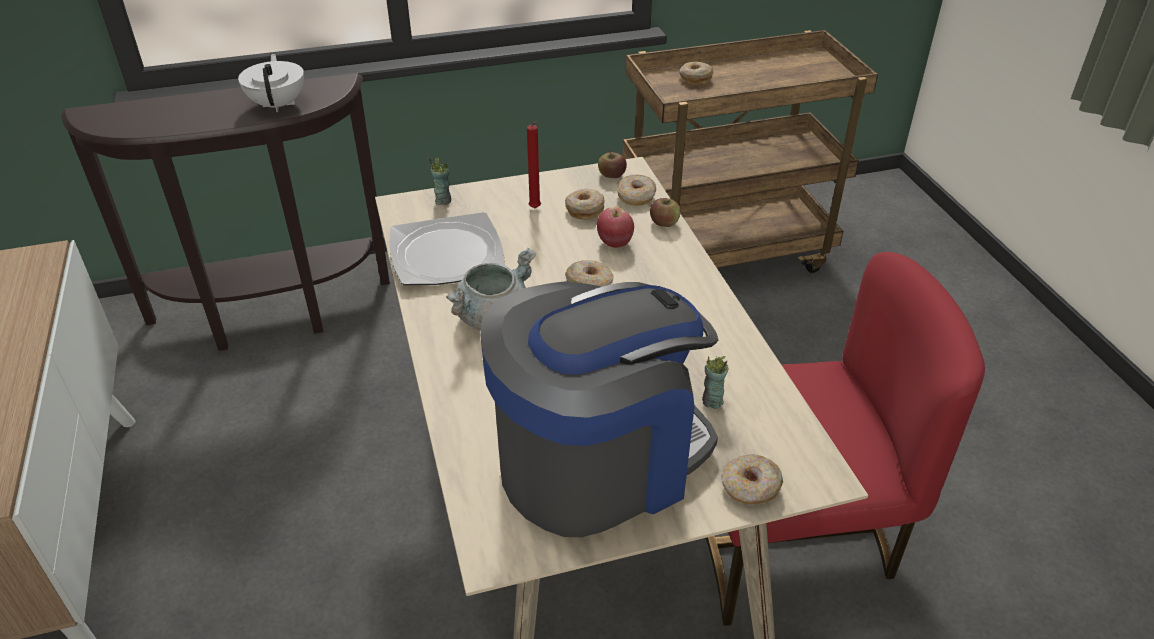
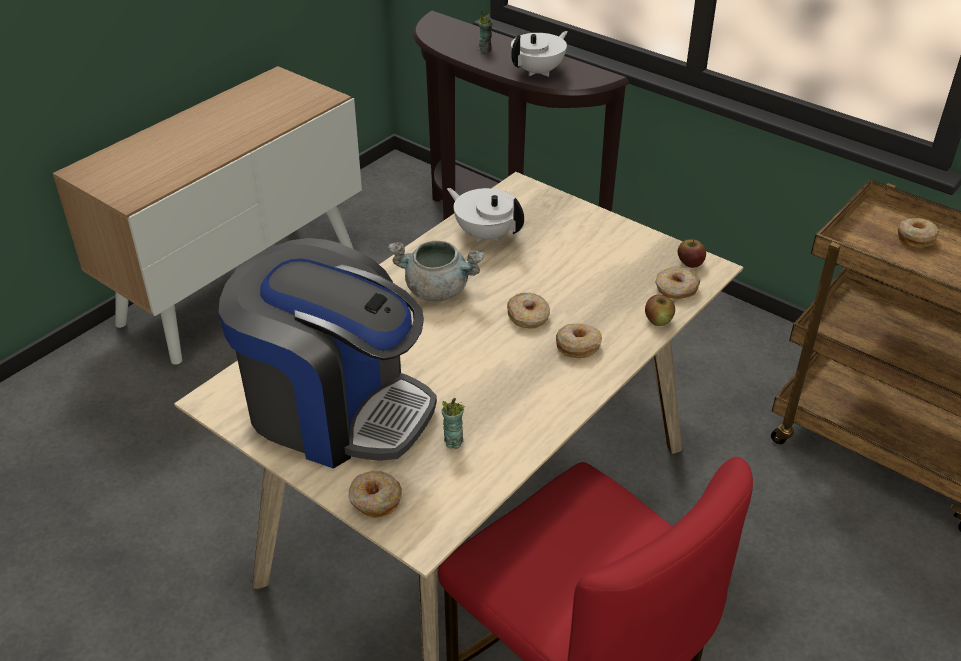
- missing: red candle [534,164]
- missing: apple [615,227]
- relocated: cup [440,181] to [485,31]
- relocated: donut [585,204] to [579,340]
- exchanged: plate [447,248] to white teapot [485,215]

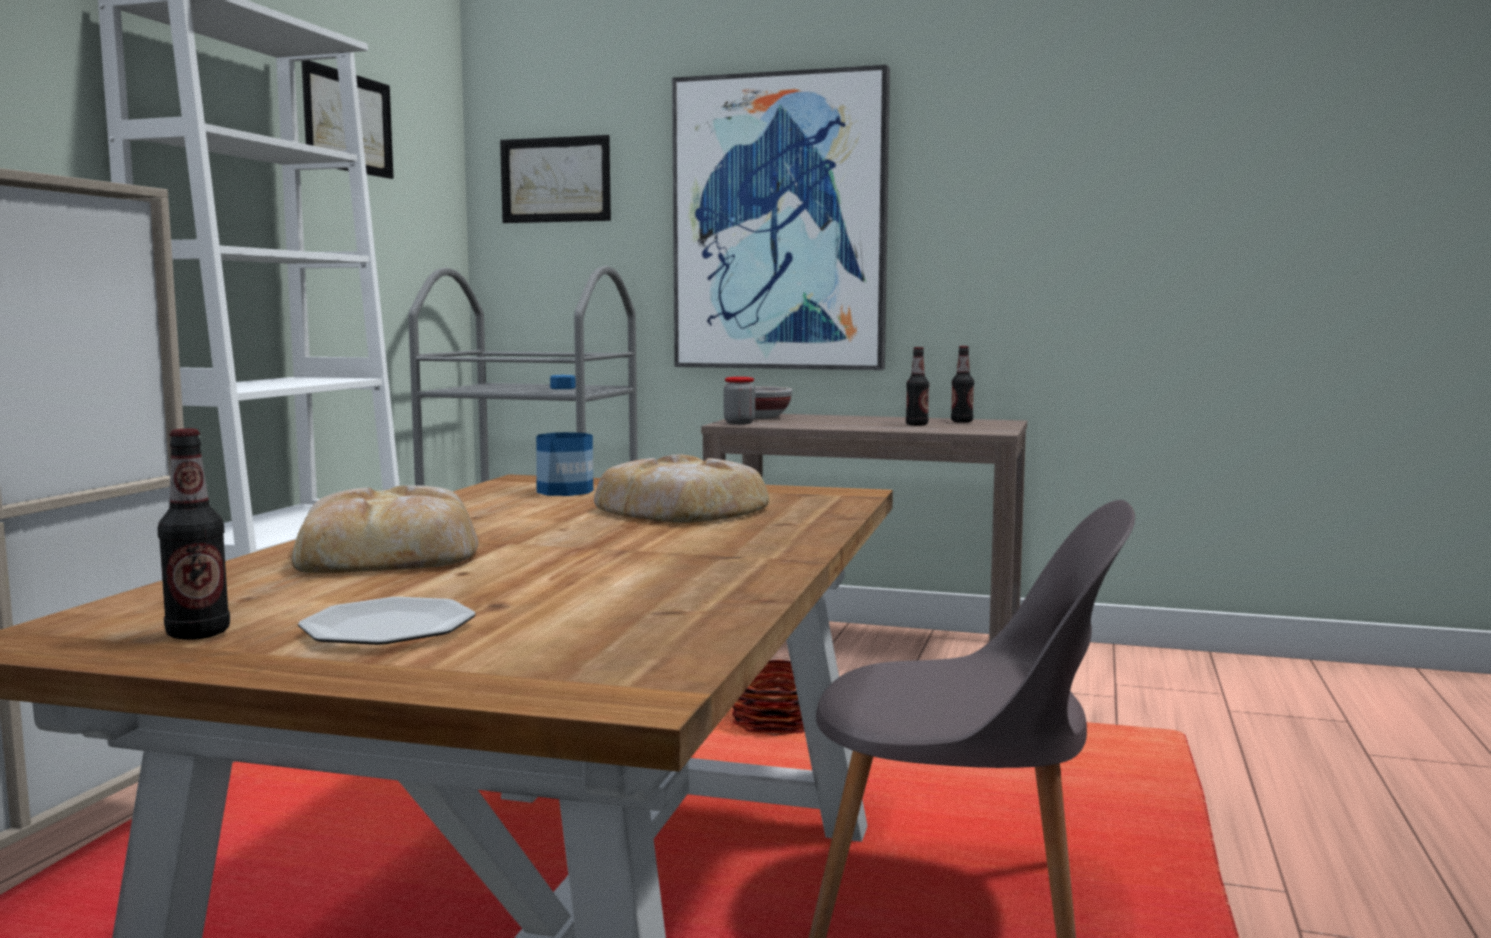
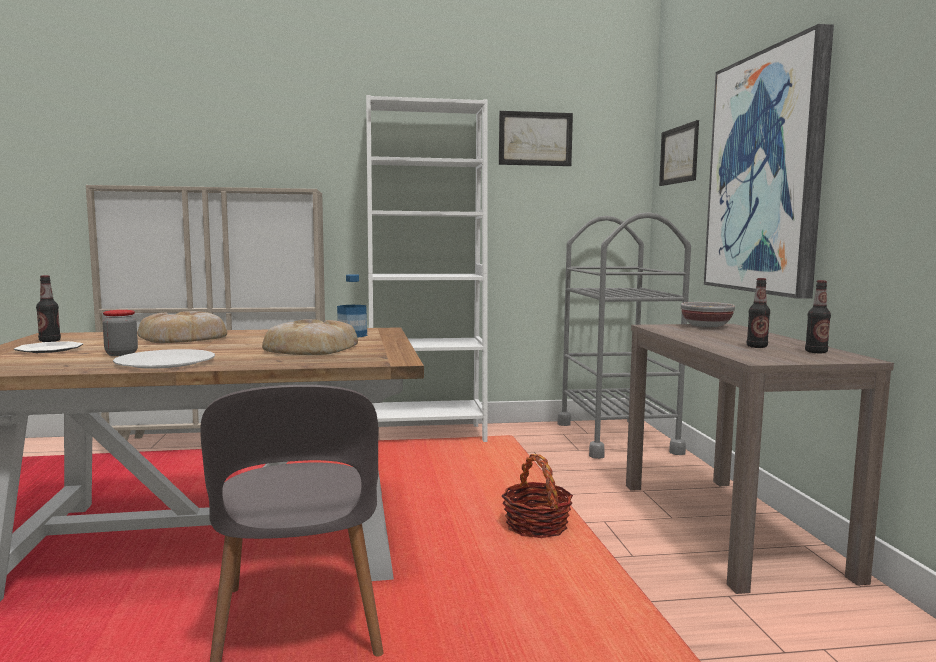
- appeared: white plate [164,359]
- relocated: jar [739,400] to [120,333]

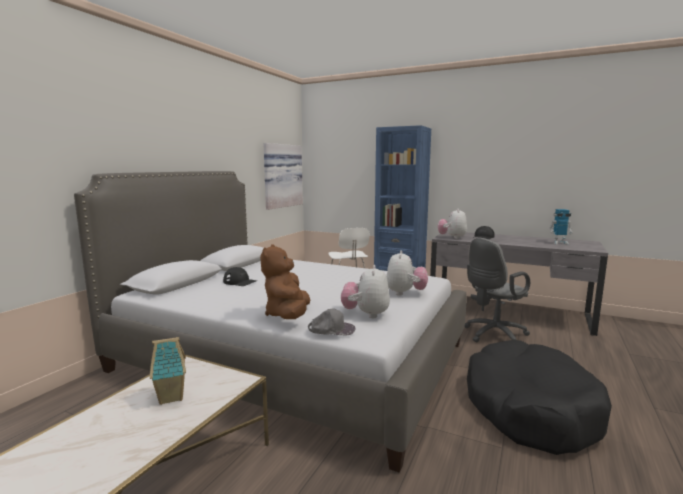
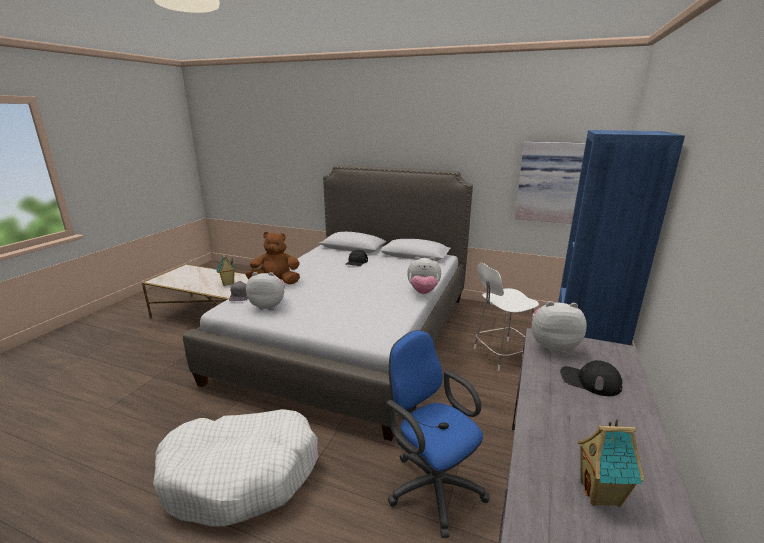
- relocated: plush toy [407,273] to [424,275]
- exchanged: toy robot [561,227] to toy house [611,463]
- colour: grey office chair [497,290] to blue office chair [438,434]
- colour: black dog bed [539,397] to white dog bed [235,468]

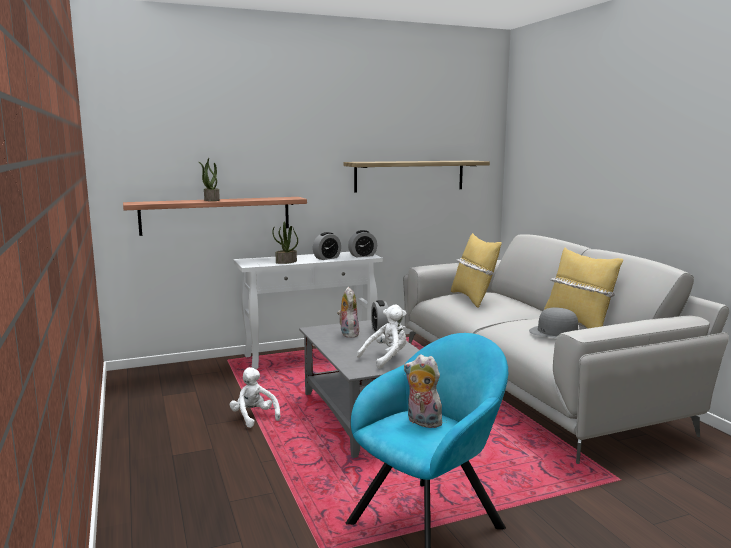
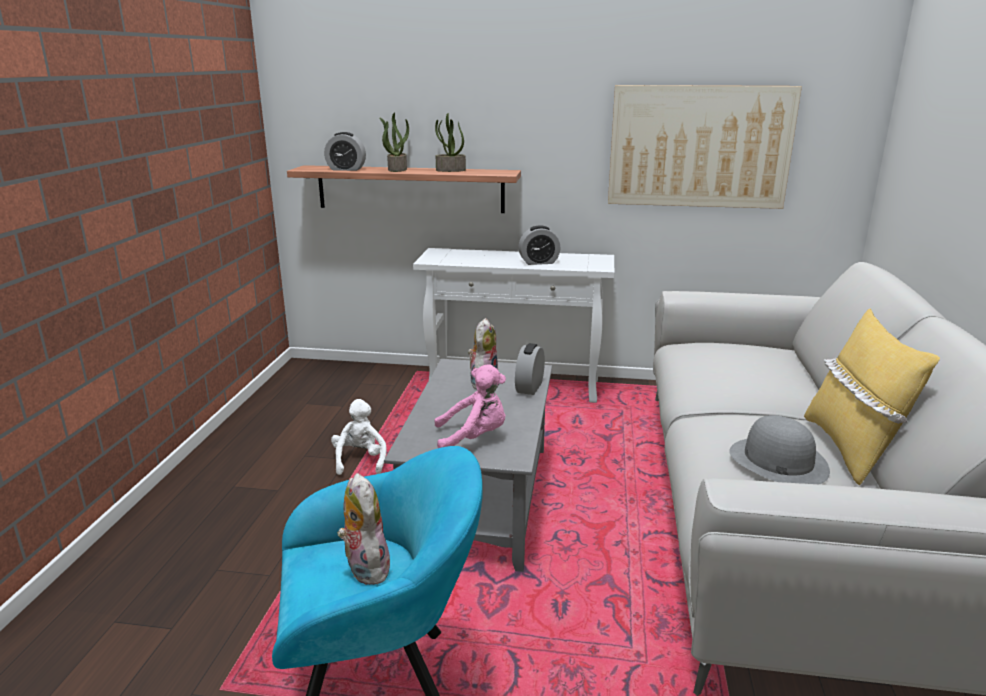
- missing: yellow pillow [476,270]
- relocated: potted plant [285,242] to [450,142]
- relocated: alarm clock [362,243] to [345,151]
- exchanged: shelf [417,177] to picture [705,147]
- colour: white plush toy [382,337] to pink plush toy [470,406]

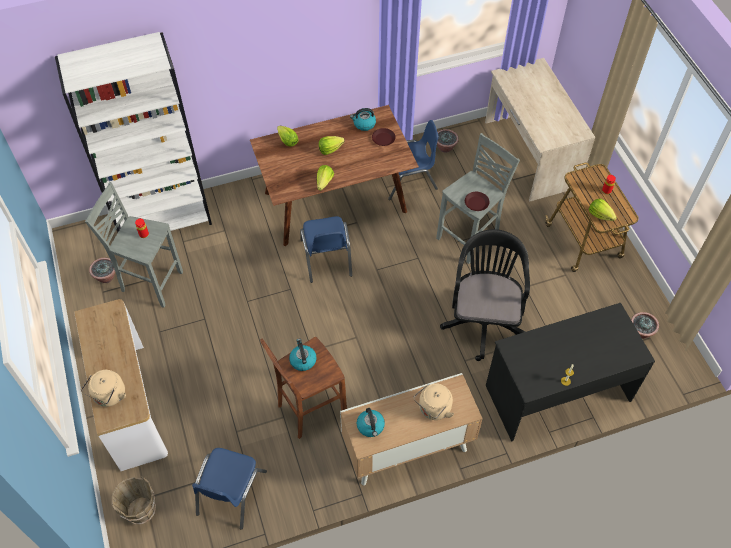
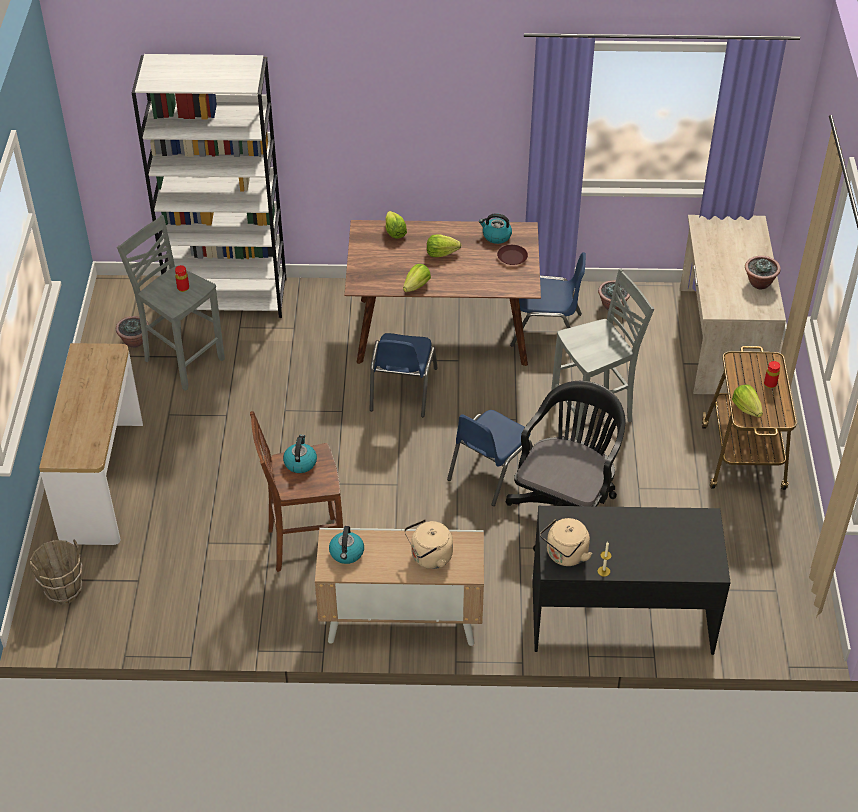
- missing: brown plate [477,201]
- relocated: beige kettle [103,388] to [566,542]
- relocated: blue chair [229,488] to [490,458]
- relocated: potted plant [645,325] to [763,272]

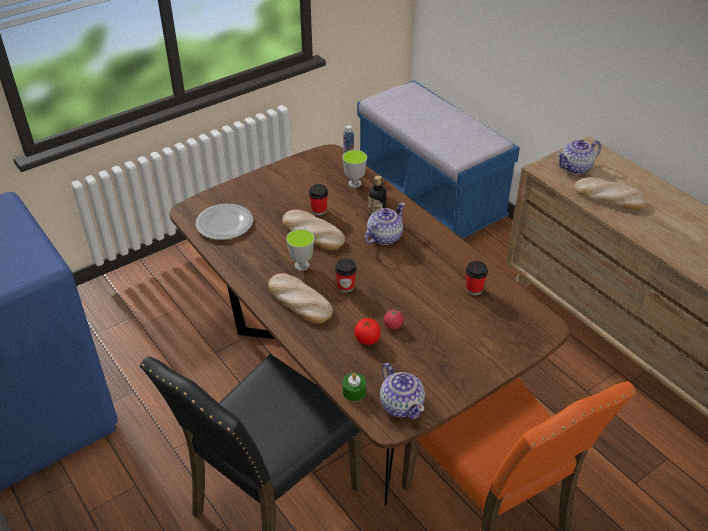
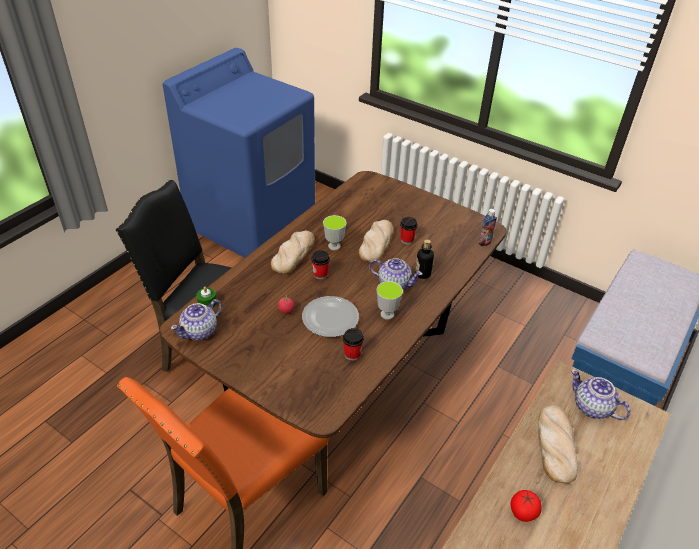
- relocated: plate [224,222] to [330,316]
- relocated: cup [354,169] to [390,300]
- relocated: tomato [367,331] to [526,506]

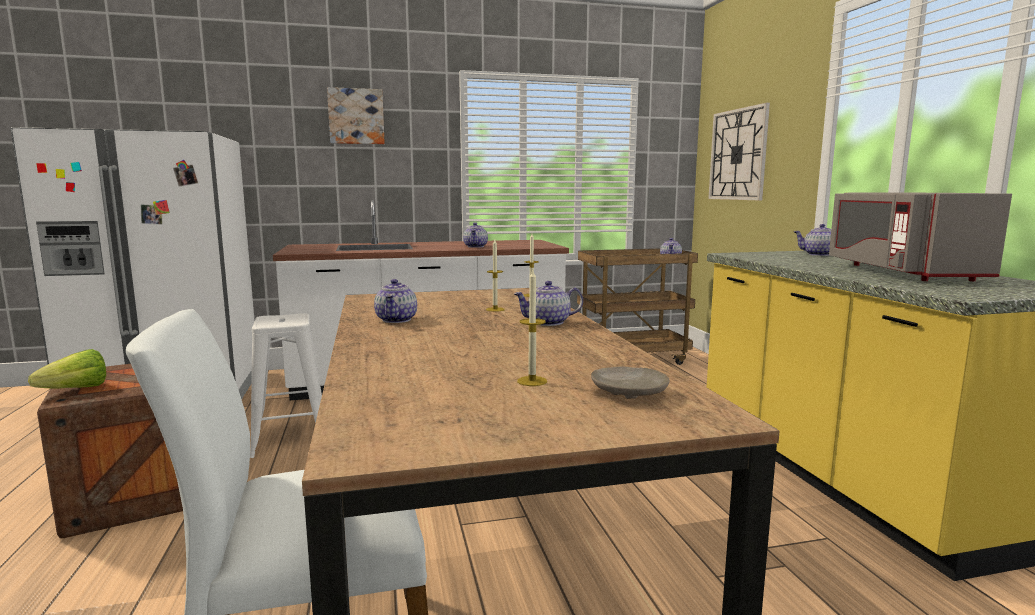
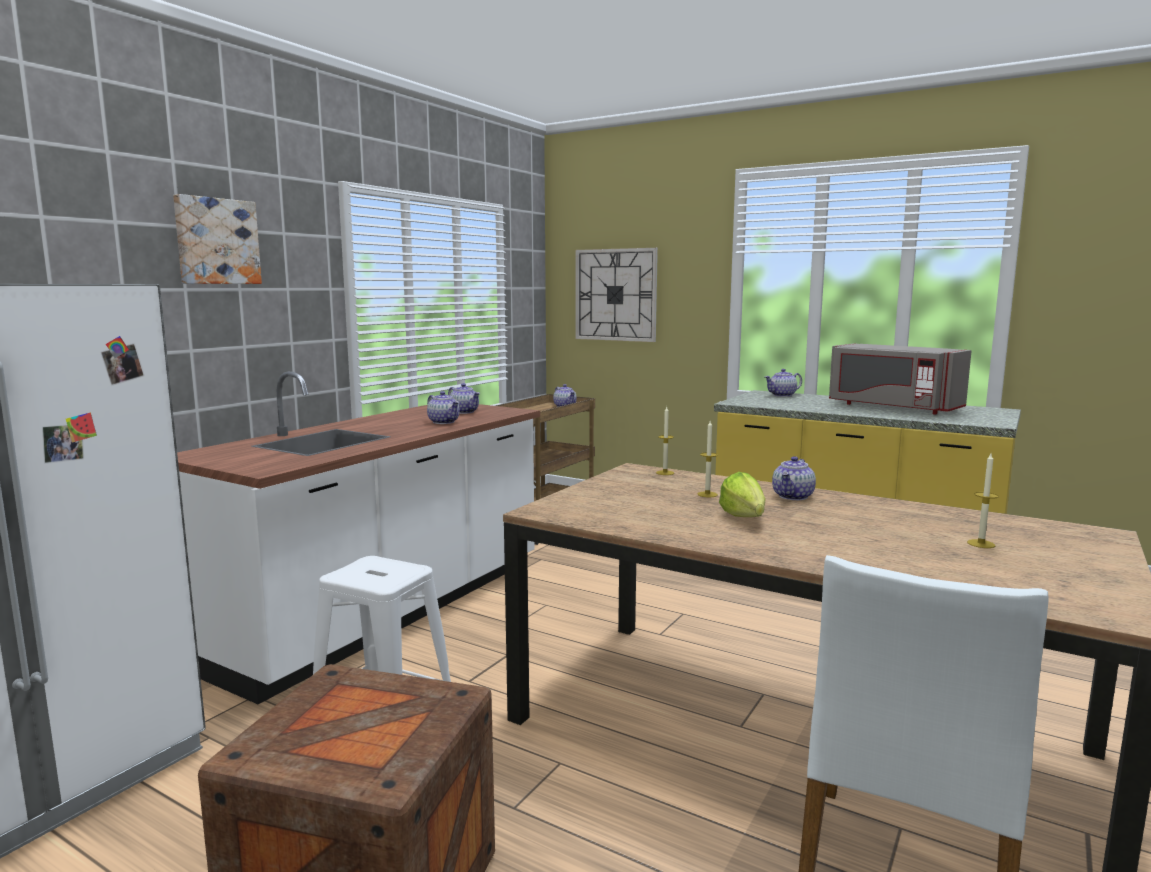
- missing: beige plate [630,383]
- relocated: lettuce [67,369] to [742,494]
- relocated: teapot [395,301] to [464,398]

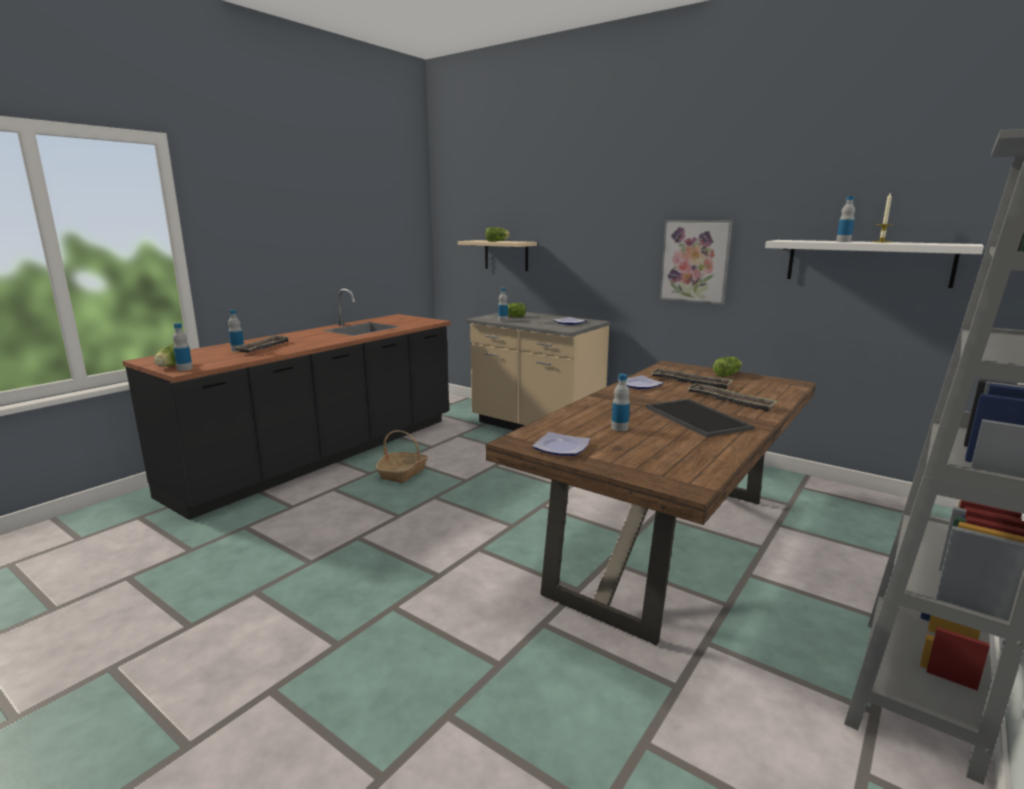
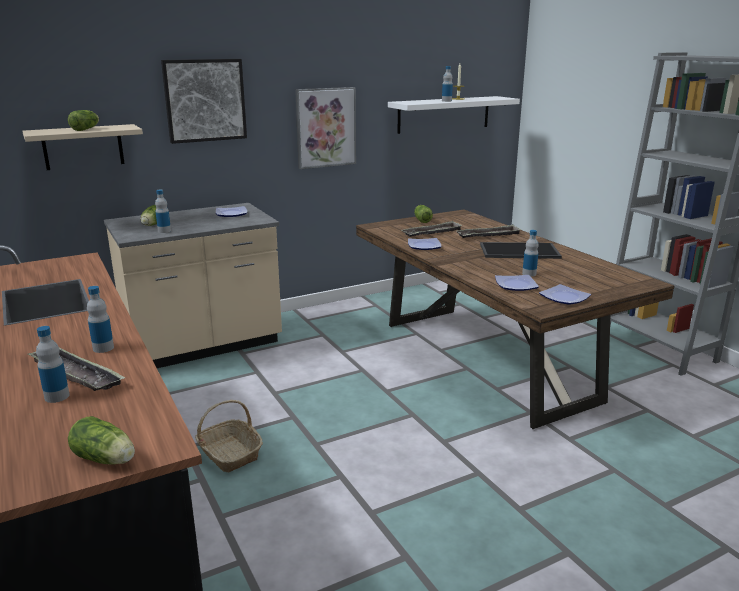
- appeared: picture [204,101]
- appeared: plate [517,283]
- relocated: bottle [183,347] to [100,319]

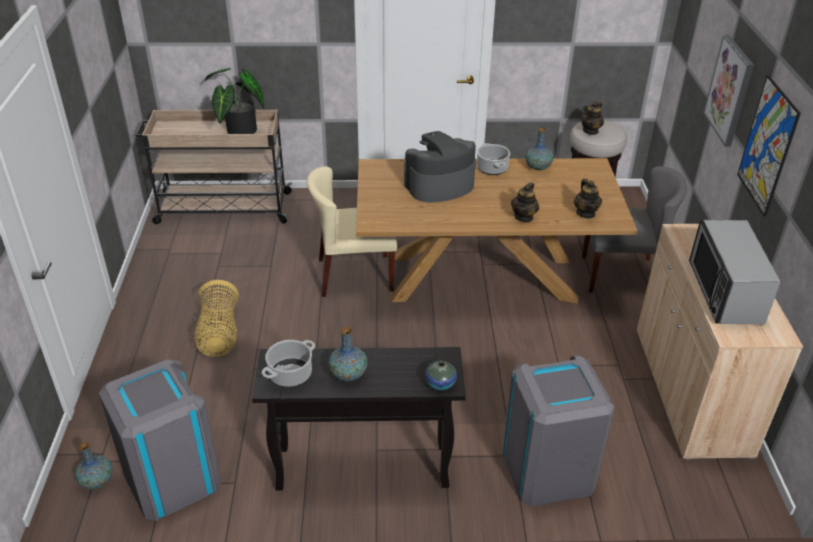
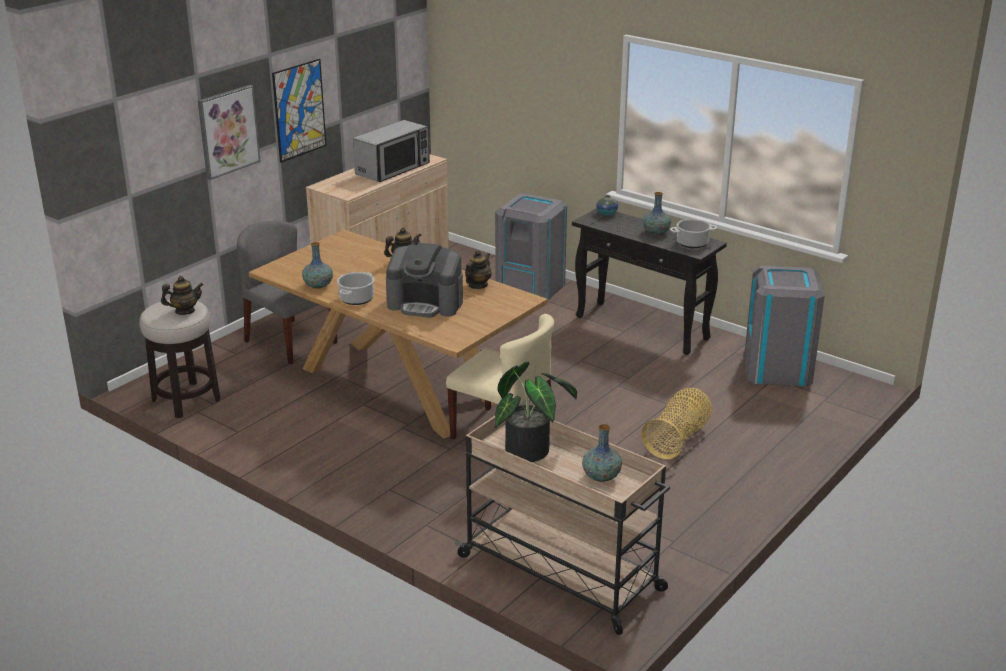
- relocated: vase [94,466] to [602,453]
- relocated: teapot [588,198] to [478,269]

